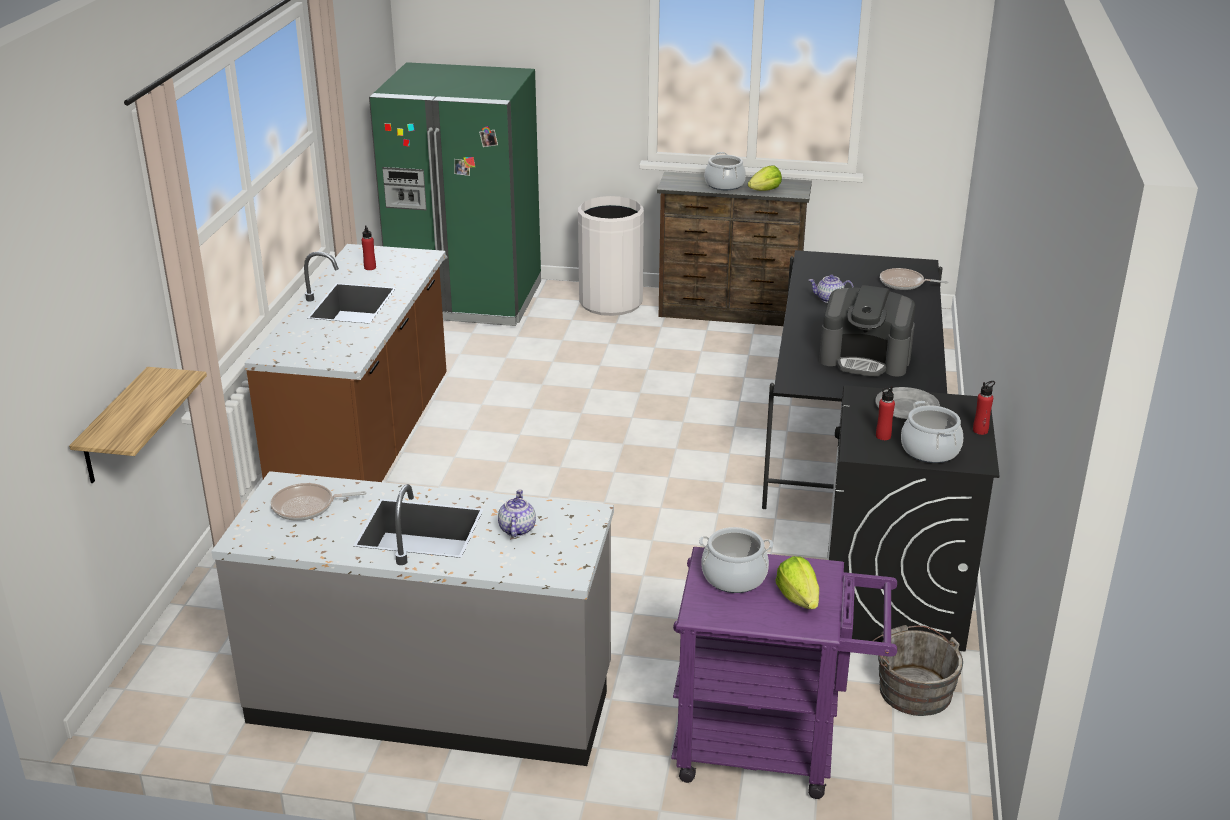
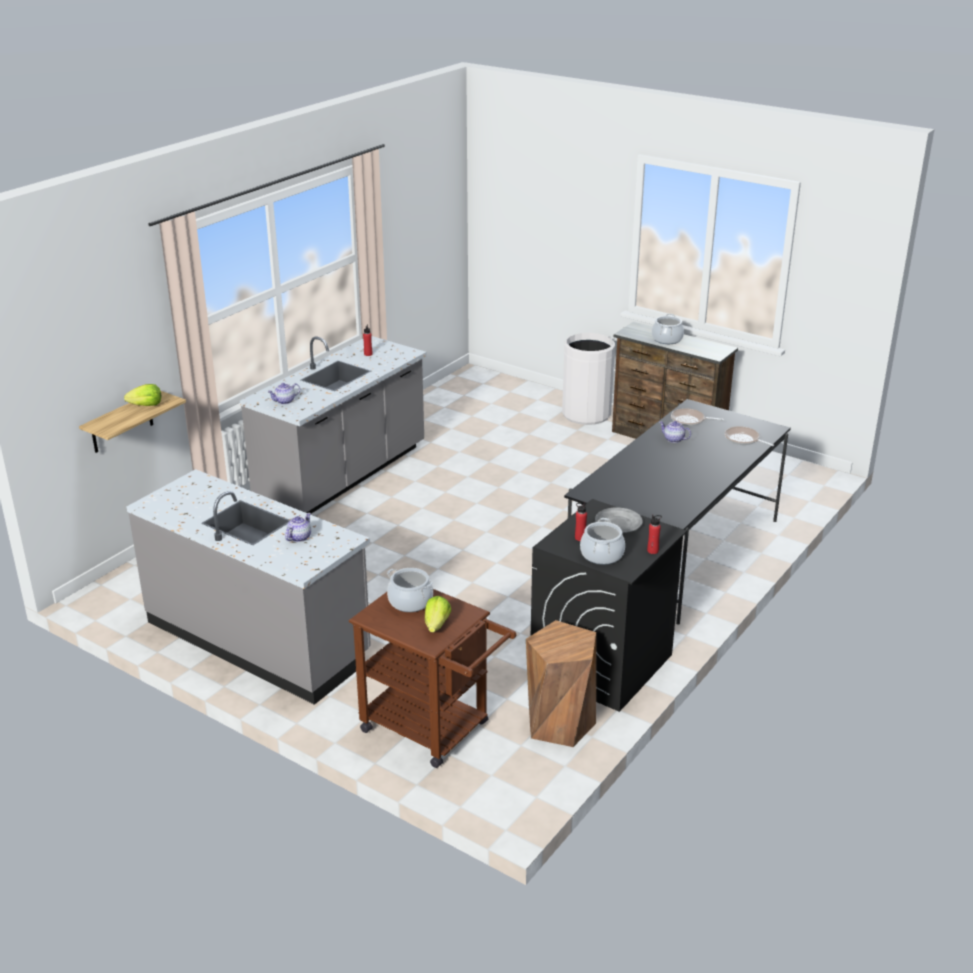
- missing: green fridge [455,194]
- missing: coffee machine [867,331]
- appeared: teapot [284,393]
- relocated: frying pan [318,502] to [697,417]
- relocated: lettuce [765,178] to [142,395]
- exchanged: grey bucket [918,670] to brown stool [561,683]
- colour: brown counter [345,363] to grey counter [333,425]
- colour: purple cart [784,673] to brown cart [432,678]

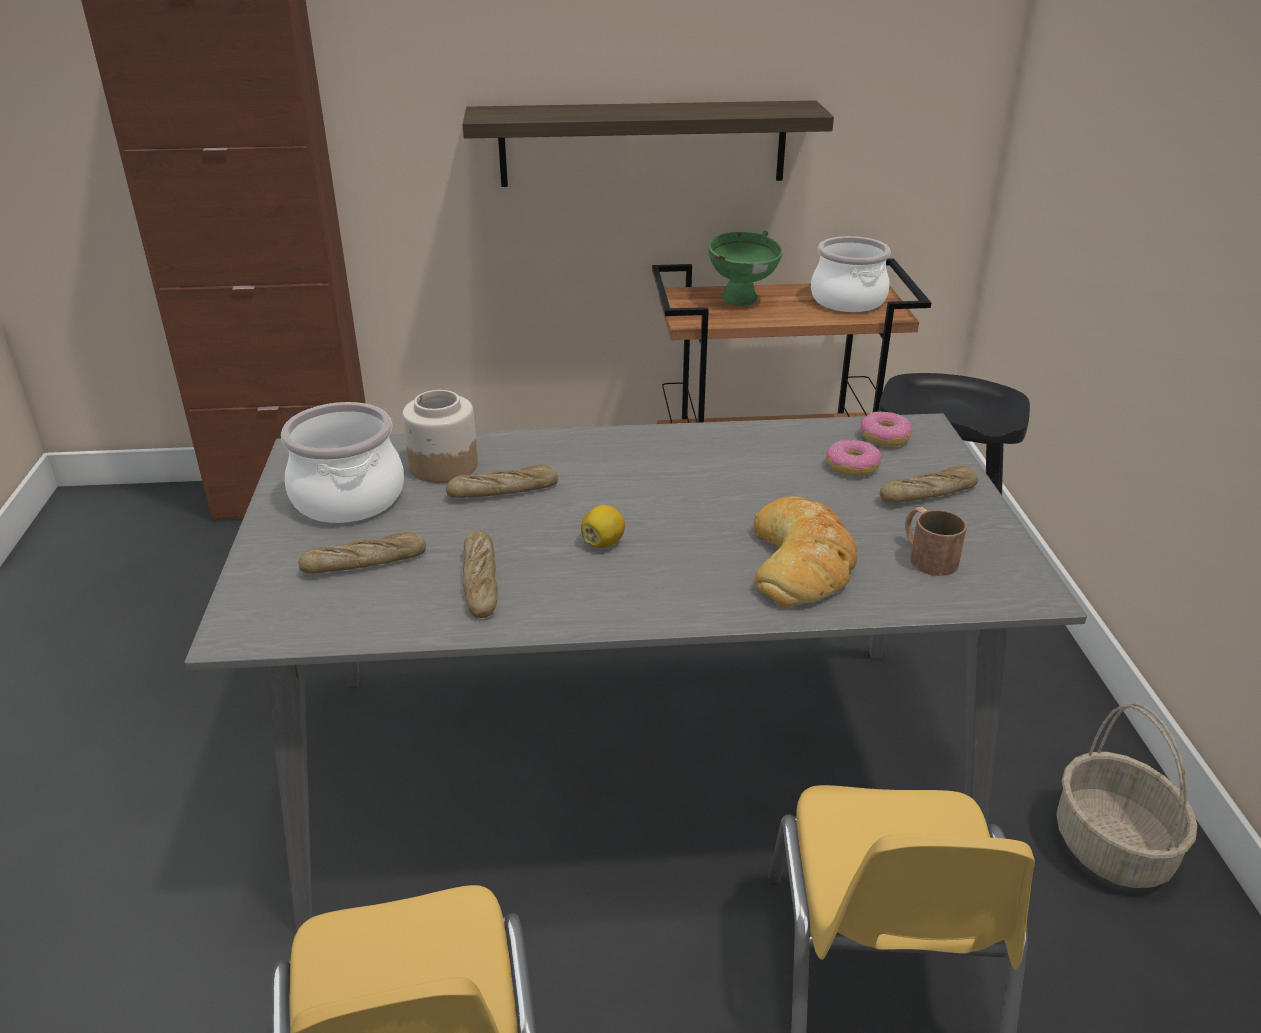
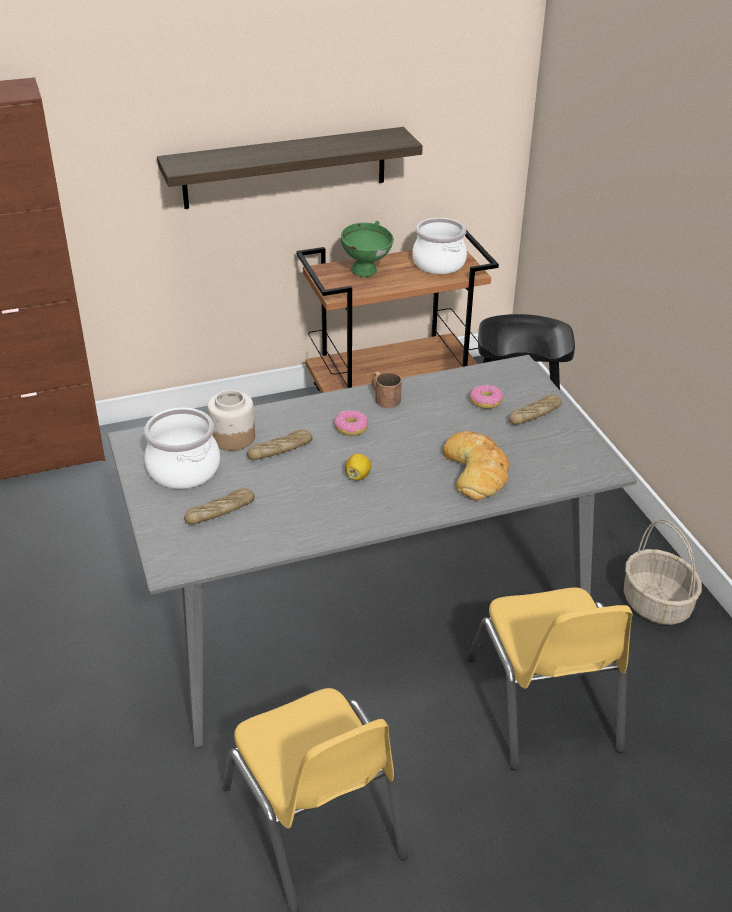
- missing: bread [480,574]
- relocated: donut [886,429] to [351,423]
- relocated: brown mug [936,541] to [386,390]

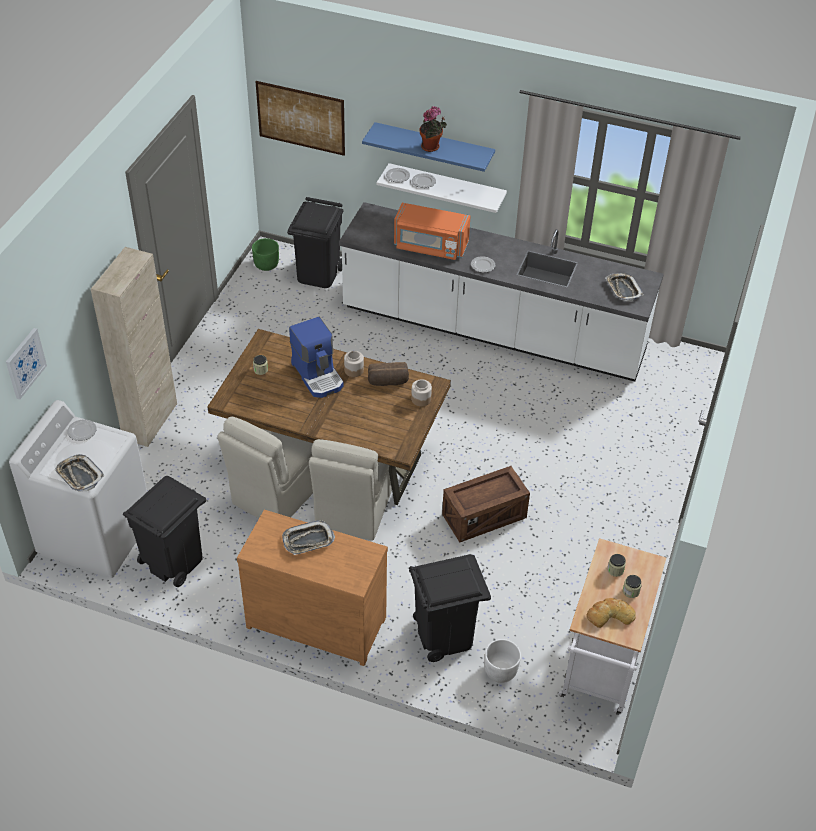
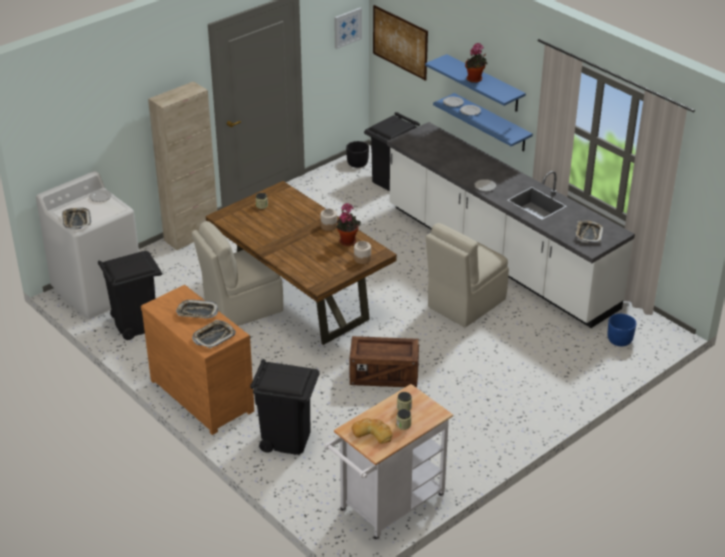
- missing: coffee machine [316,357]
- missing: orange microwave [432,231]
- missing: white planter [503,661]
- appeared: tray [214,334]
- appeared: blue planter [622,329]
- relocated: picture [26,364] to [348,28]
- relocated: beige chair [350,490] to [467,275]
- exchanged: bread [388,374] to potted plant [348,224]
- colour: green planter [265,254] to black planter [357,154]
- colour: white shelf [442,188] to blue shelf [483,122]

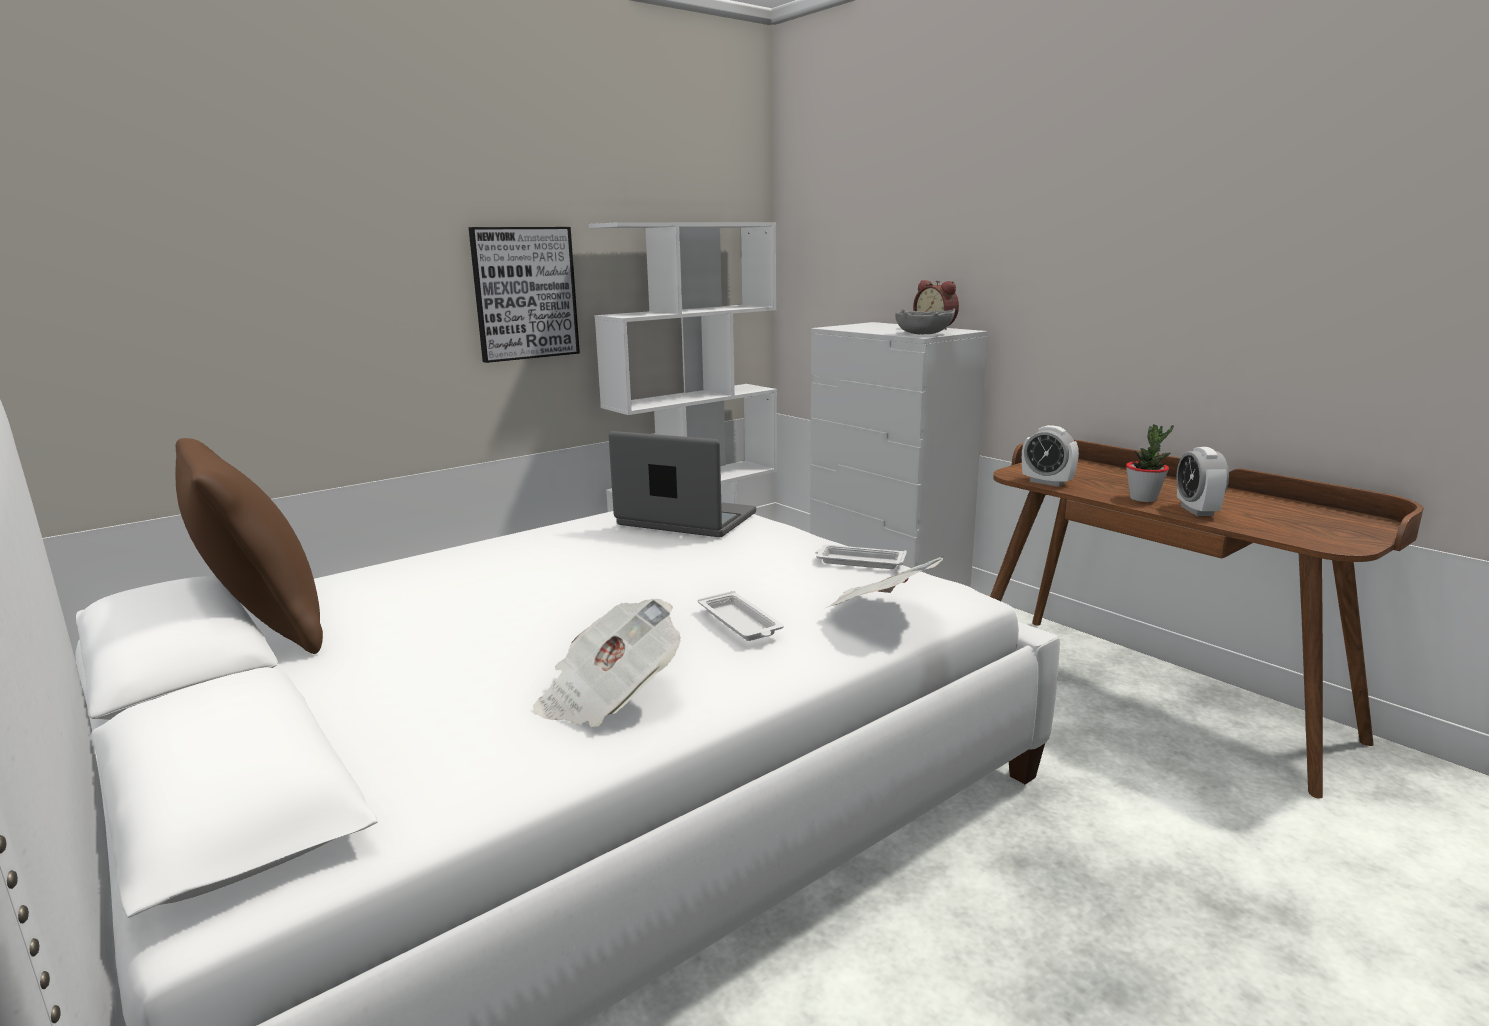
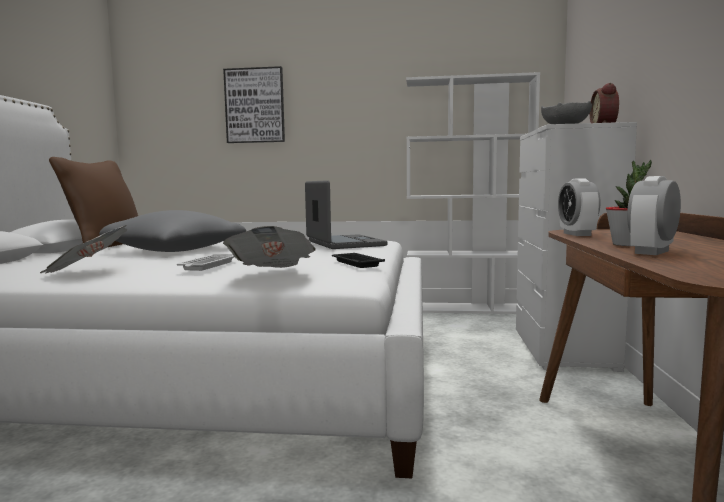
- appeared: grey pillow [172,231]
- relocated: picture [524,295] to [254,104]
- colour: white tray [861,557] to black tray [358,260]

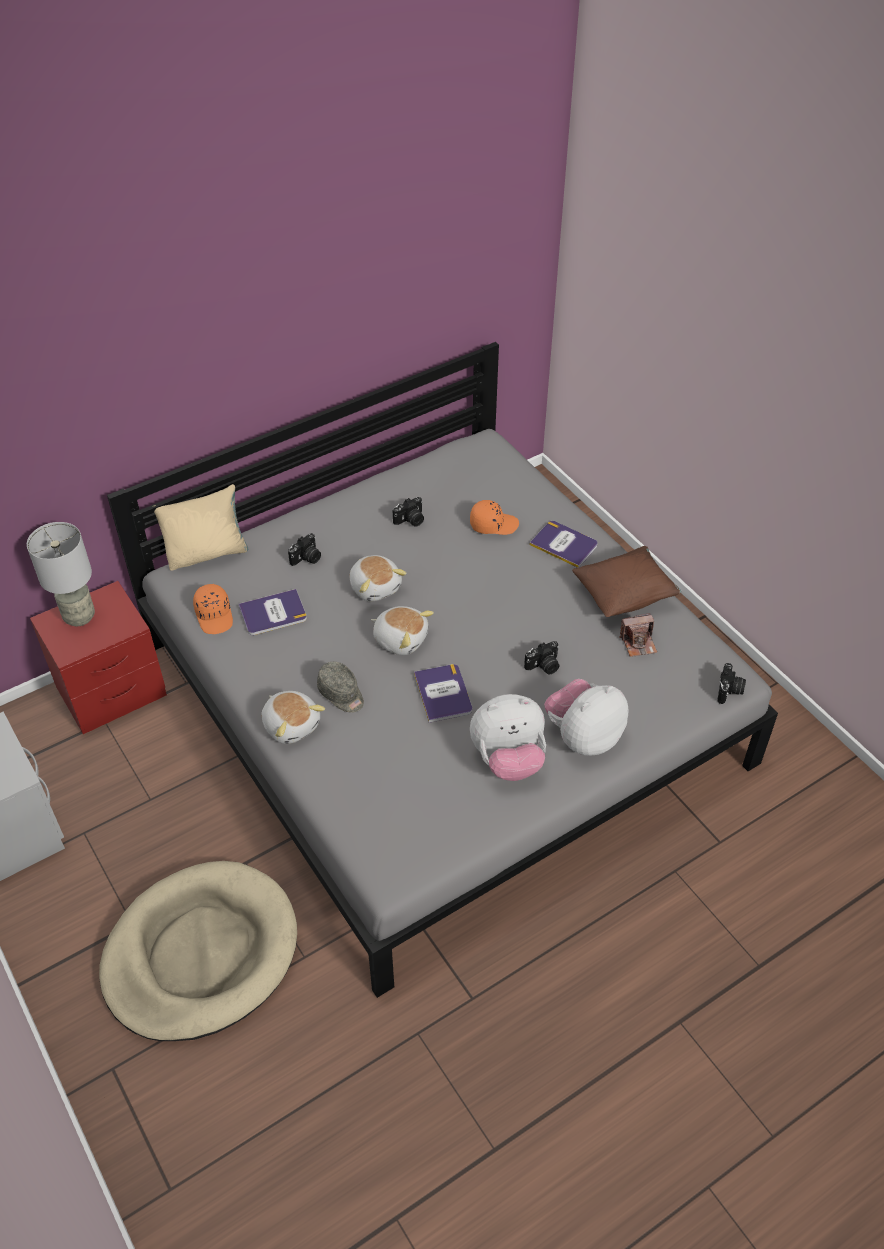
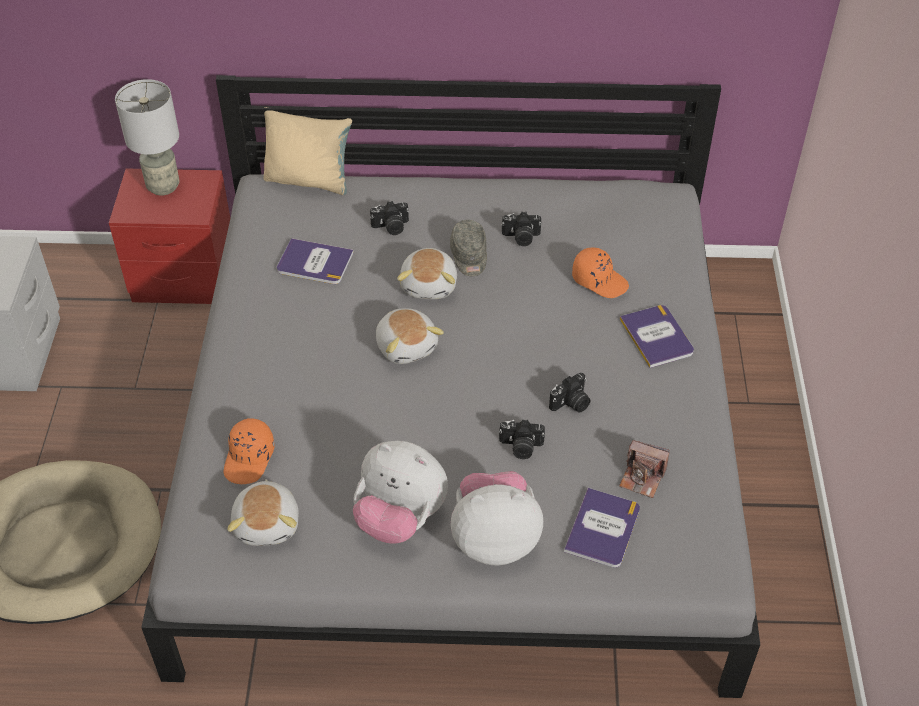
- missing: brown pillow [626,581]
- relocated: orange cap [213,609] to [249,451]
- relocated: plush toy [293,717] to [263,512]
- relocated: grey cap [340,687] to [468,248]
- relocated: book [443,693] to [602,528]
- relocated: photo camera [731,683] to [570,393]

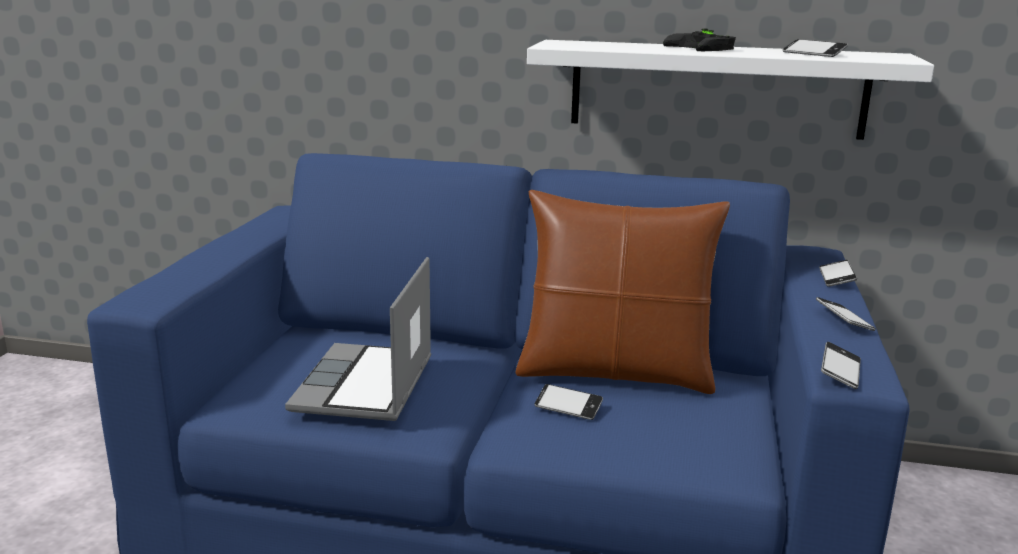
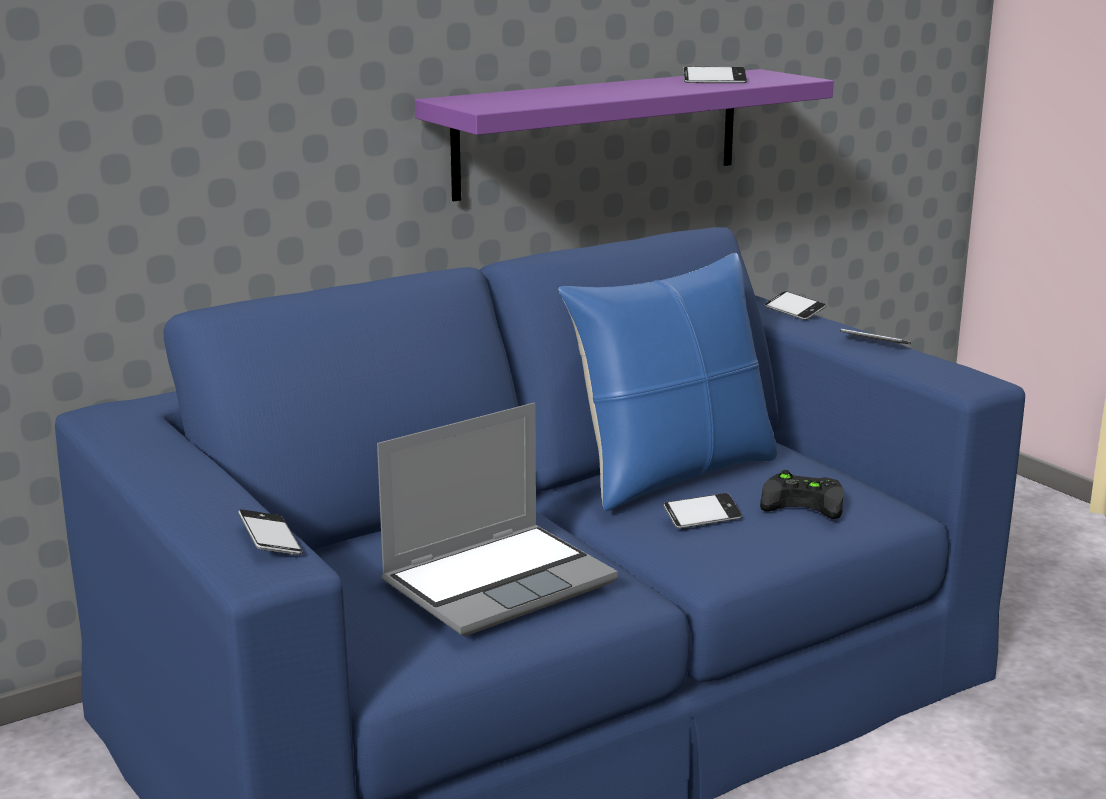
- relocated: black game controller [699,40] to [802,494]
- relocated: phone [841,365] to [270,532]
- colour: brown pillow [622,292] to blue pillow [667,382]
- colour: white shelf [730,90] to purple shelf [624,135]
- spun: laptop [358,339] = [497,519] 90 degrees counterclockwise

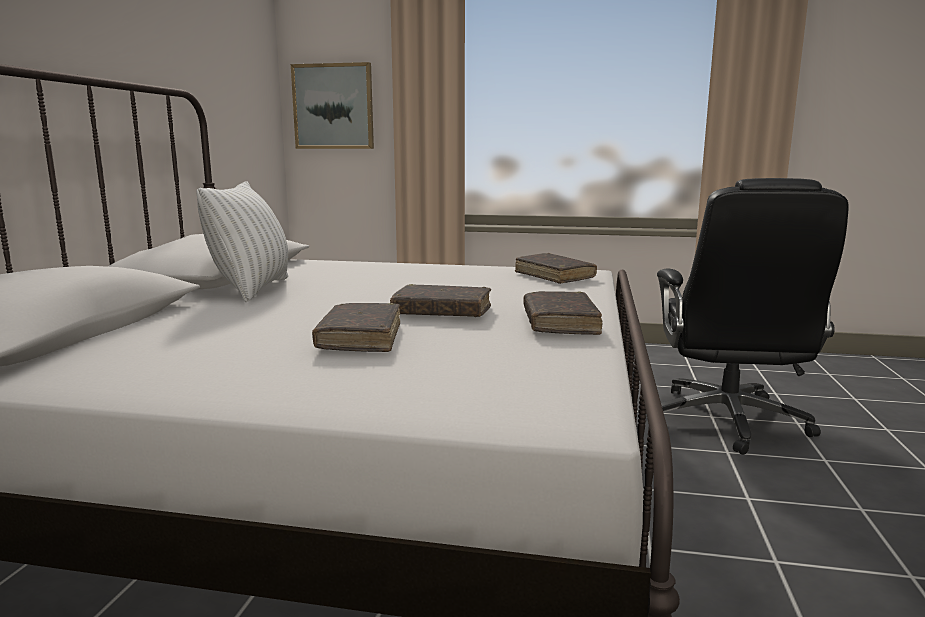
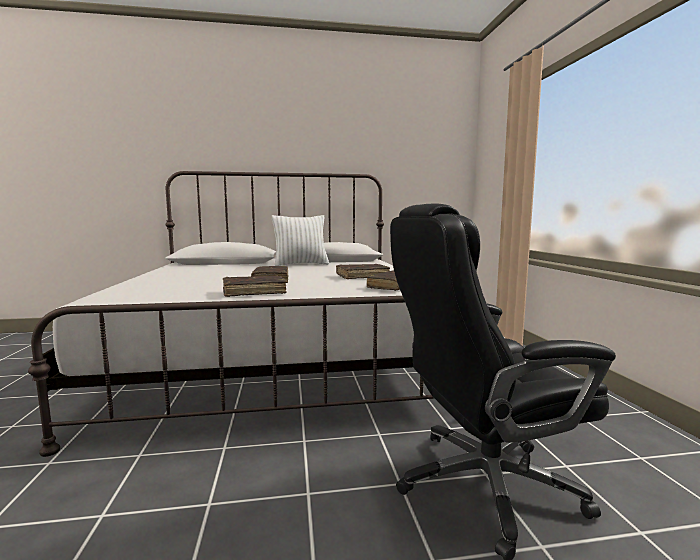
- missing: picture [332,105]
- relocated: brown book [356,327] to [363,271]

